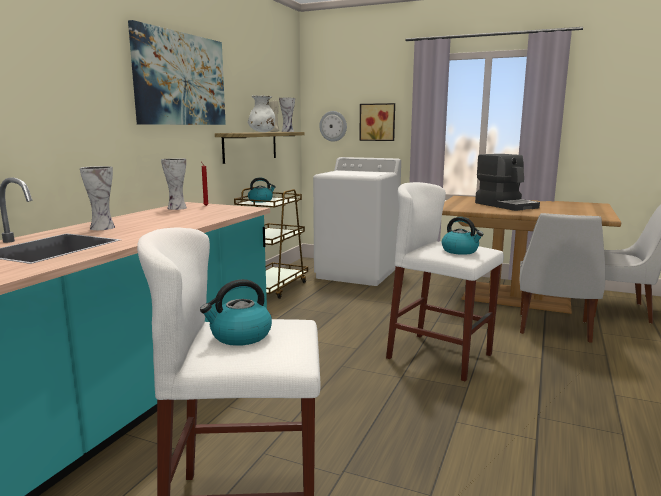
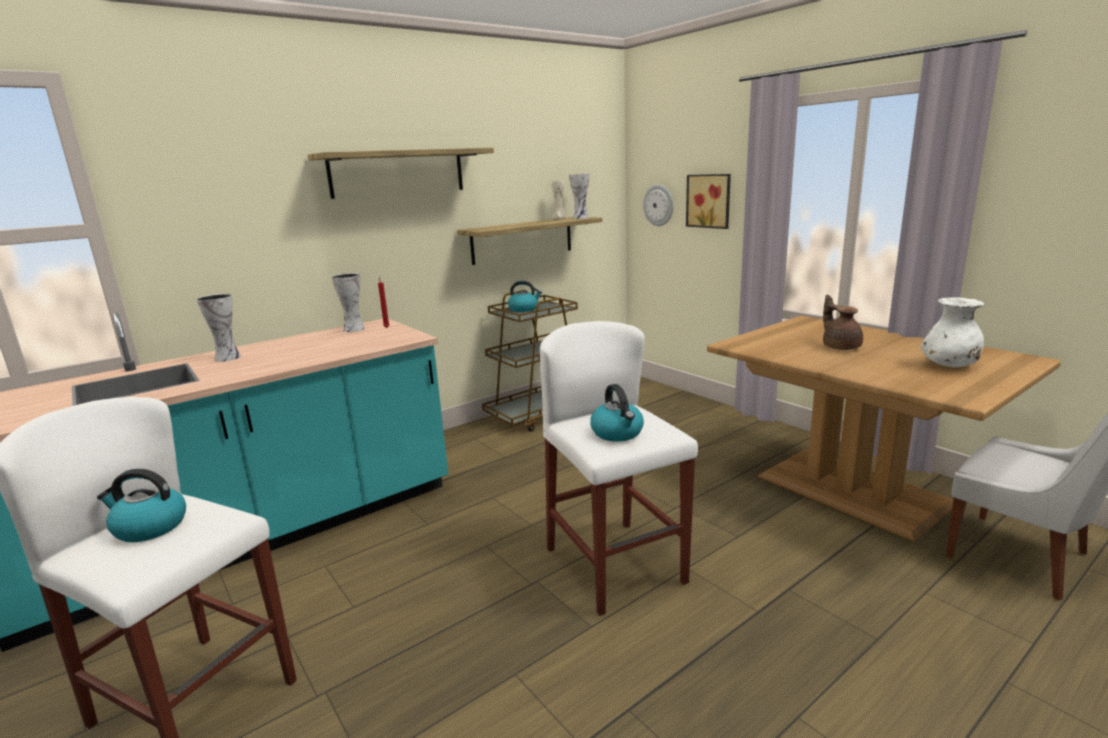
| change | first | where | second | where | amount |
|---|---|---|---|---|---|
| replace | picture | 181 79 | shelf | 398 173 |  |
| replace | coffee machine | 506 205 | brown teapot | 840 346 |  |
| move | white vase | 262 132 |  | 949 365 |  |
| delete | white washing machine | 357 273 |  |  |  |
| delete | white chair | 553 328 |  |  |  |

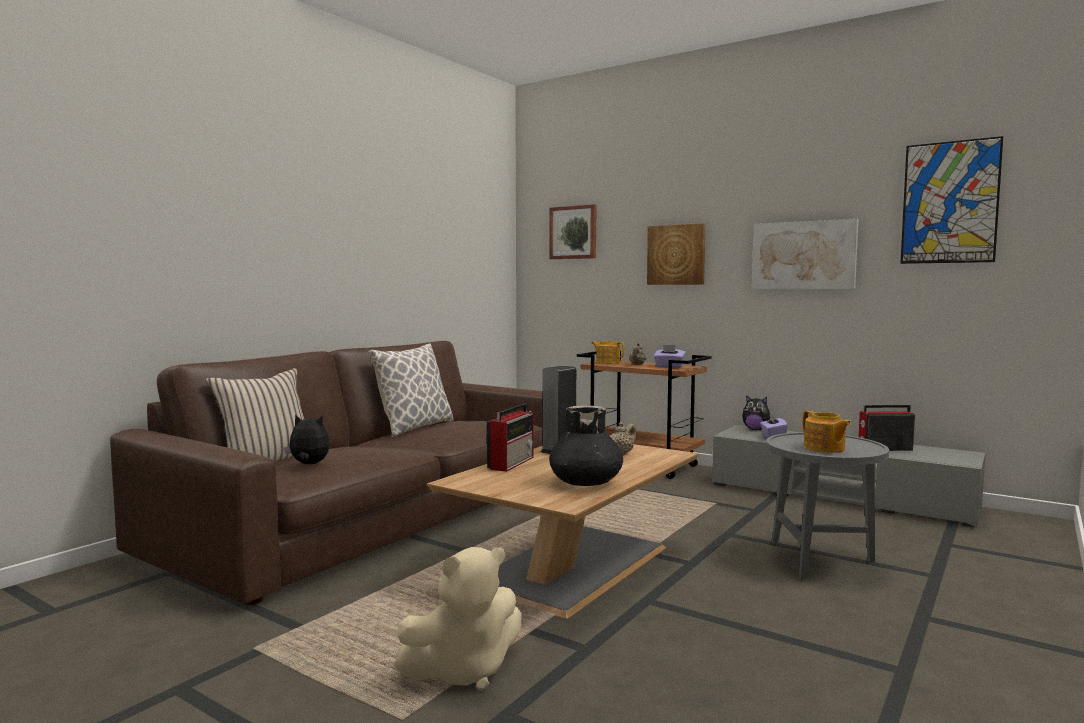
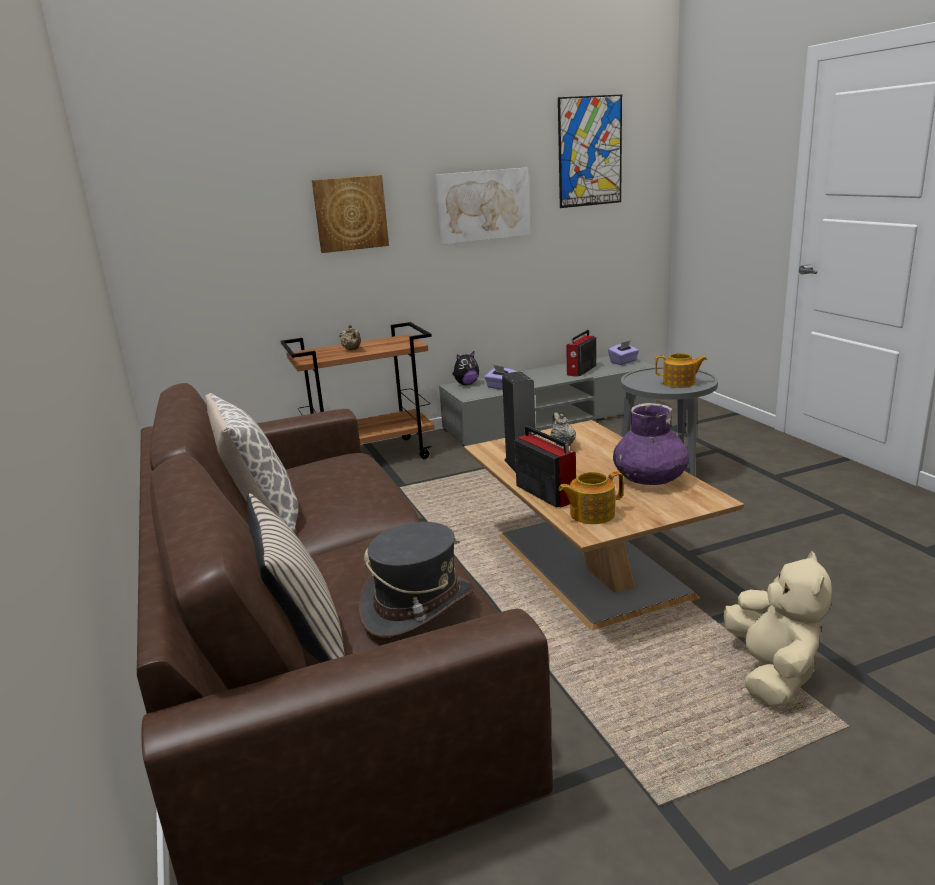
| change | first | where | second | where | amount |
|---|---|---|---|---|---|
| replace | plush toy | 308 464 | grey hat | 418 606 |  |
| move | teapot | 607 362 |  | 591 514 |  |
| move | purple tissue box | 669 367 |  | 623 362 |  |
| recolor | black vase | 586 482 | purple vase | 650 478 |  |
| delete | picture | 573 232 |  |  |  |

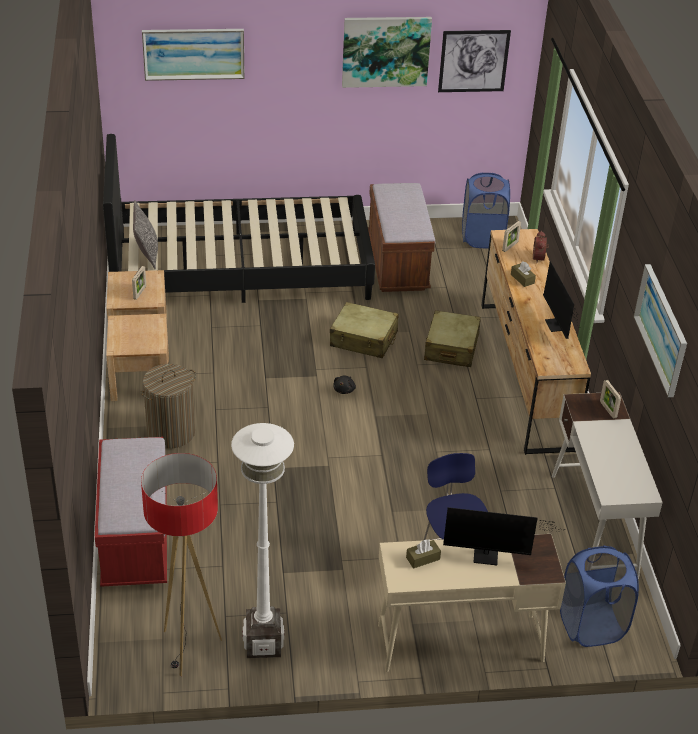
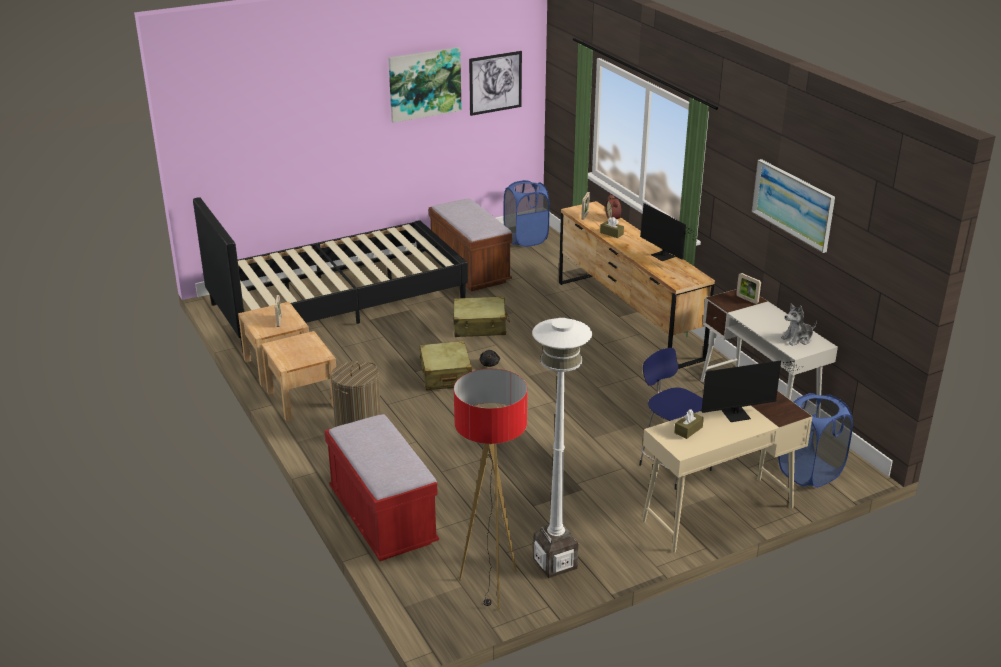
| change | first | where | second | where | amount |
|---|---|---|---|---|---|
| move | beige suitcase | 451 348 |  | 445 375 |  |
| insert |  |  | plush toy | 797 339 |  |
| delete | pillow | 147 254 |  |  |  |
| delete | picture | 193 53 |  |  |  |

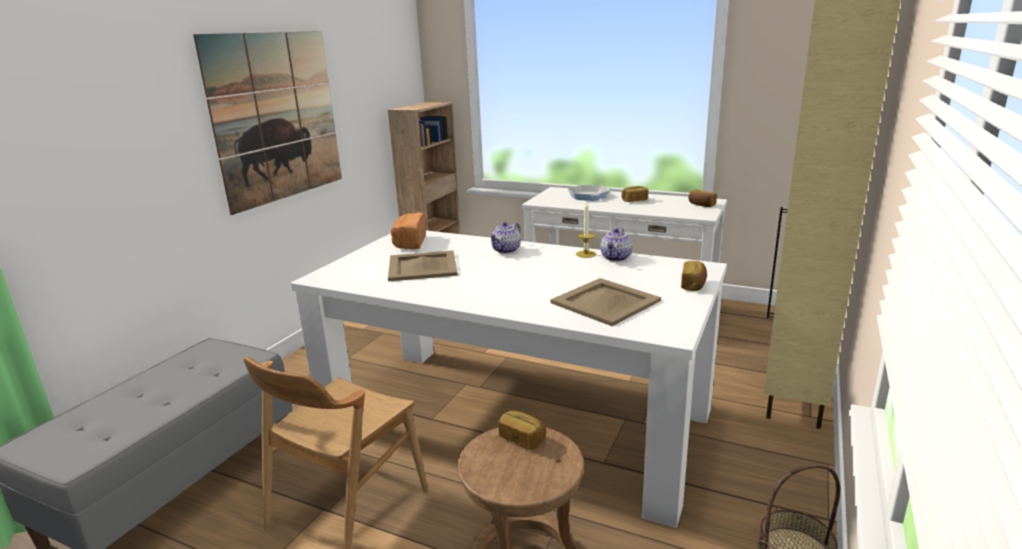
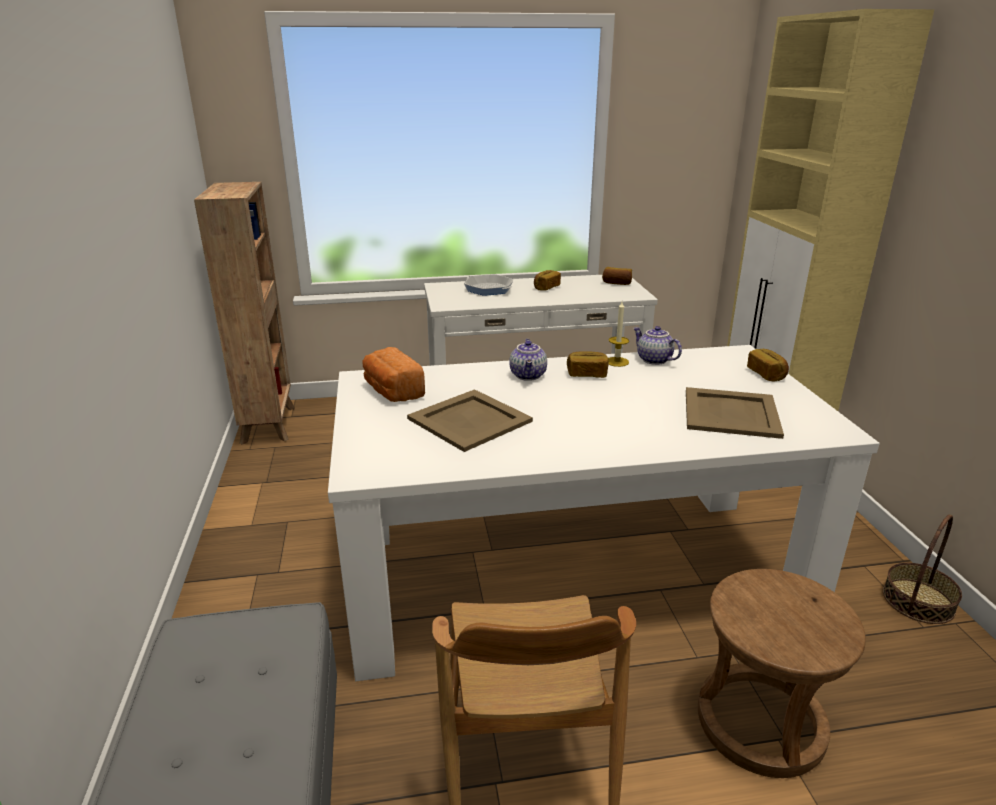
| change | first | where | second | where | amount |
|---|---|---|---|---|---|
| move | bread | 522 439 |  | 587 374 |  |
| rotate | teapot | 616 258 |  | 653 360 | 150 degrees clockwise |
| delete | picture | 277 117 |  |  |  |

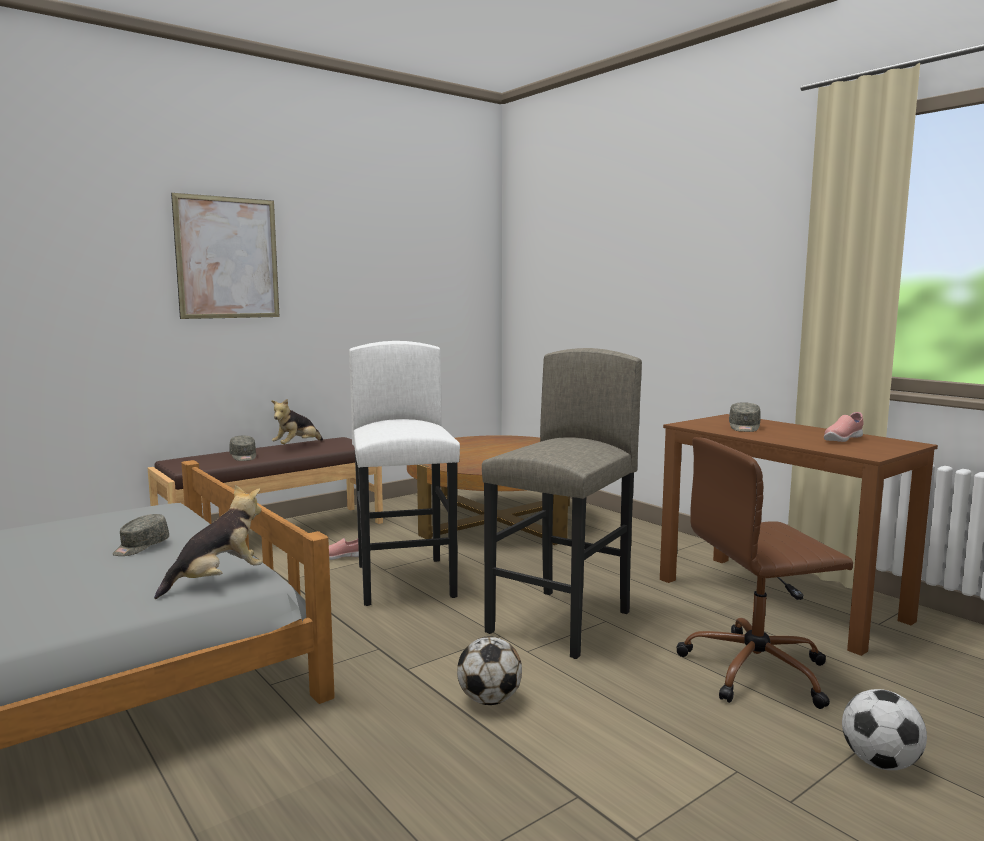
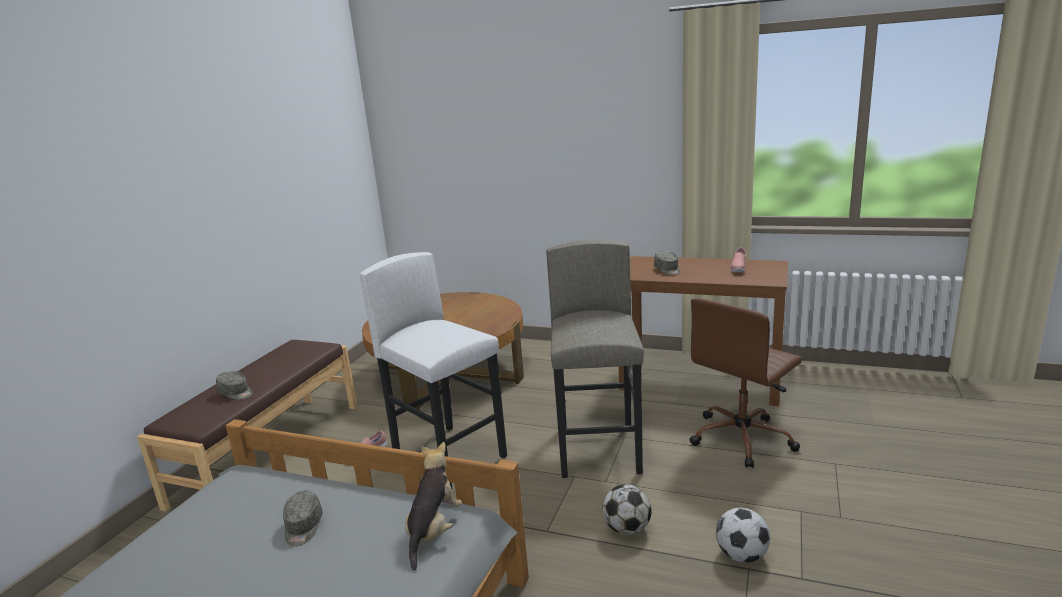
| change | first | where | second | where | amount |
|---|---|---|---|---|---|
| move | football | 880 763 |  | 741 555 |  |
| delete | picture | 227 258 |  |  |  |
| delete | plush toy | 297 446 |  |  |  |

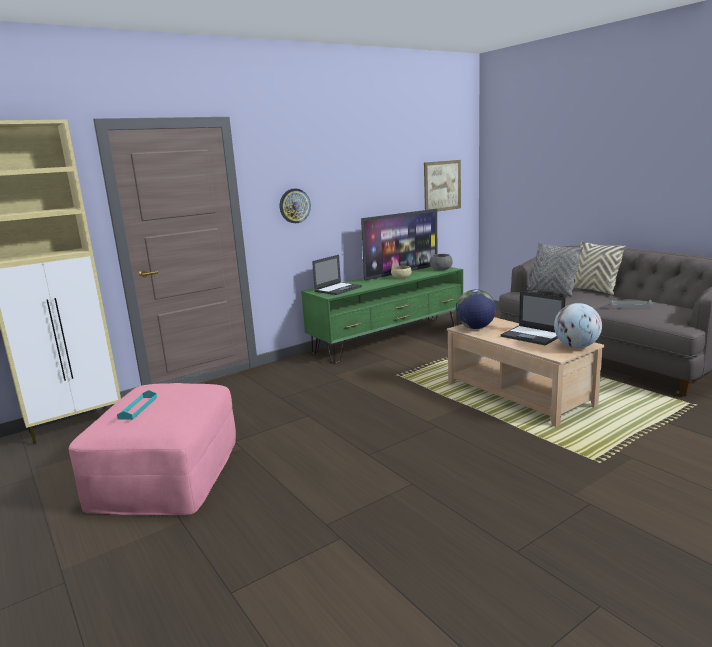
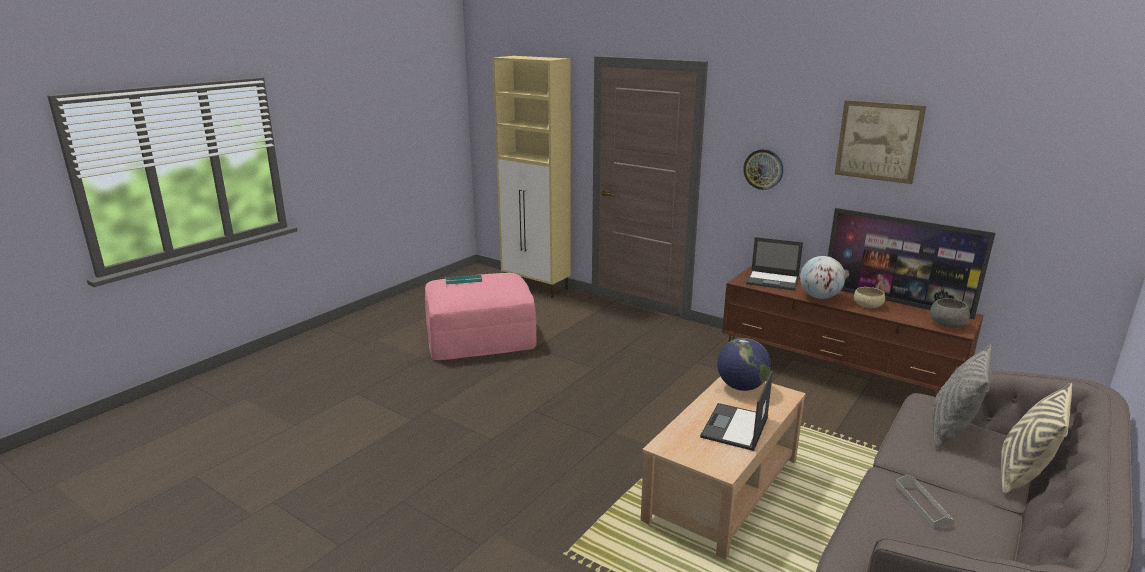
| change | first | where | second | where | amount |
|---|---|---|---|---|---|
| recolor | green tv stand | 389 339 | brown tv stand | 836 375 |  |
| move | globe | 576 347 |  | 819 297 |  |
| move | picture | 442 186 |  | 878 141 |  |

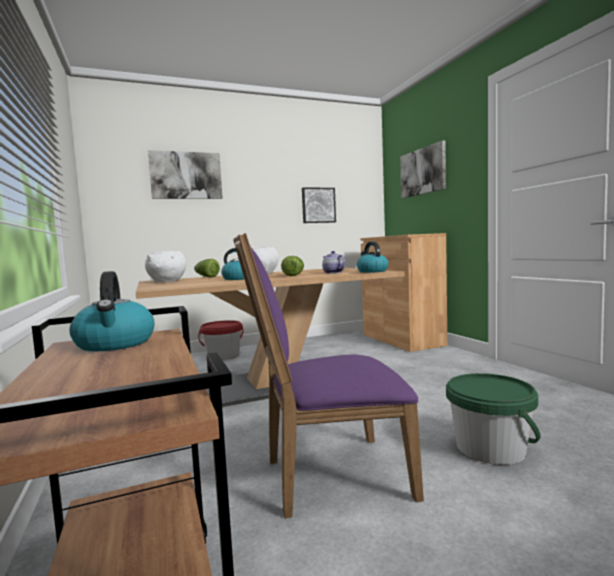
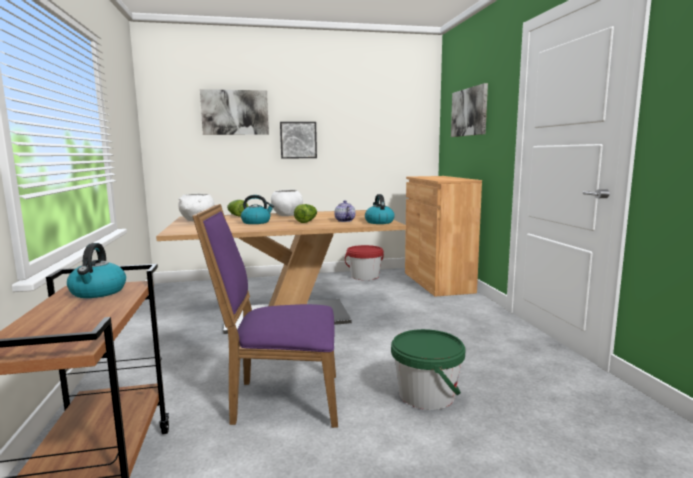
| change | first | where | second | where | amount |
|---|---|---|---|---|---|
| move | picture | 318 205 |  | 298 140 |  |
| move | red bucket | 223 355 |  | 364 276 |  |

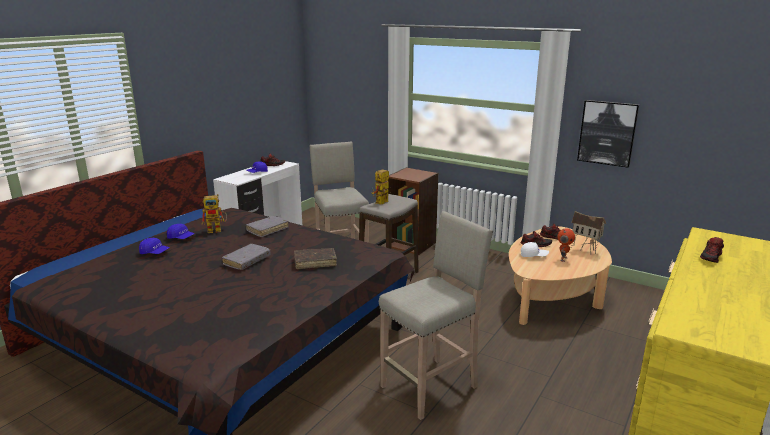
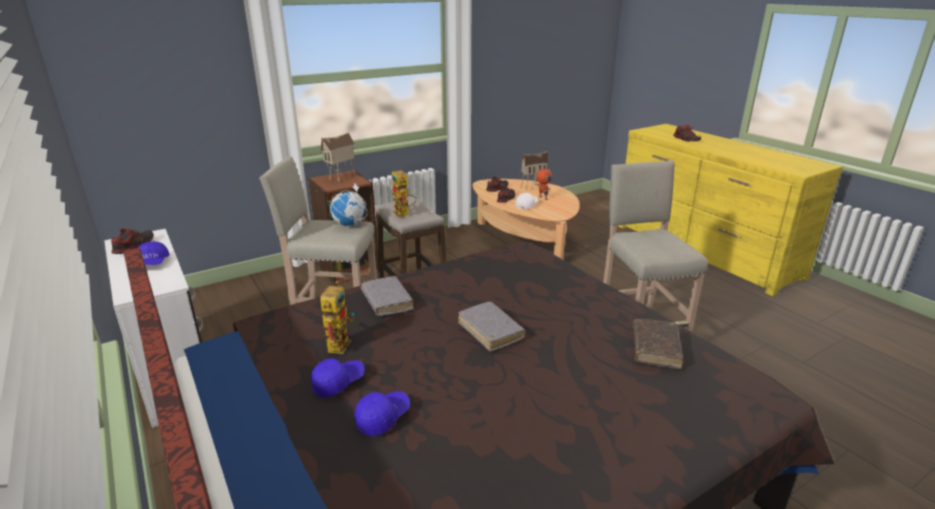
| change | first | where | second | where | amount |
|---|---|---|---|---|---|
| insert |  |  | toy house | 341 178 |  |
| insert |  |  | globe | 350 224 |  |
| move | brown book | 315 262 |  | 655 349 |  |
| delete | picture | 607 133 |  |  |  |

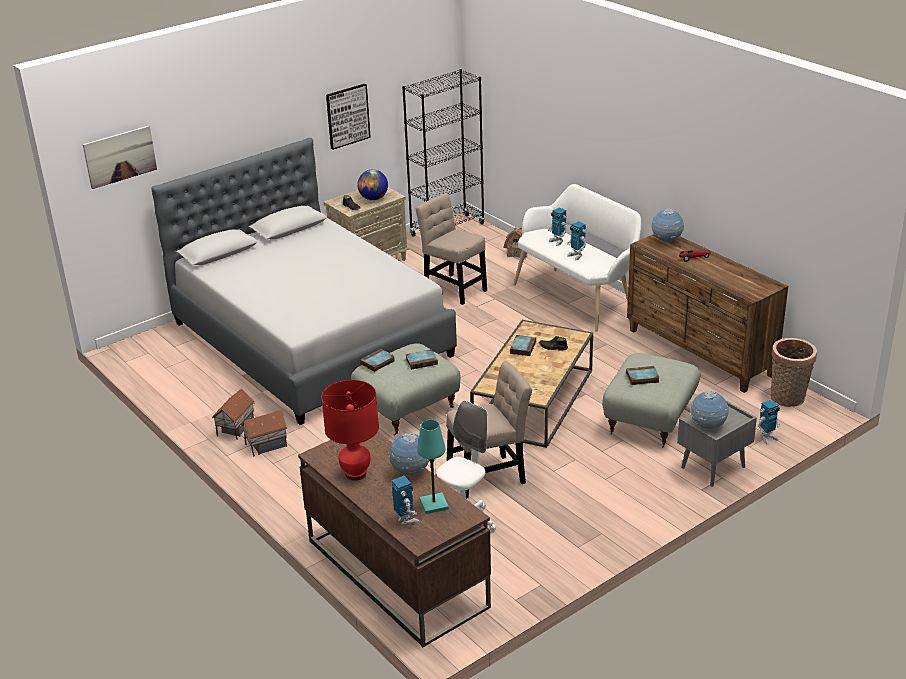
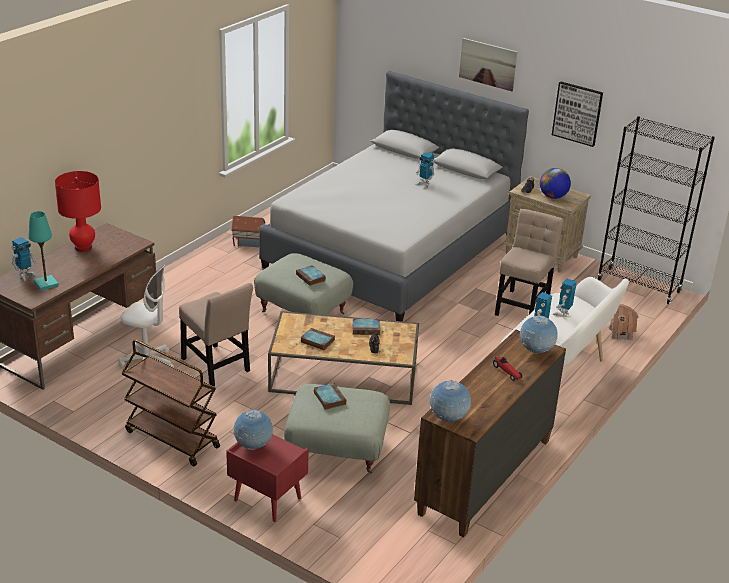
| change | first | where | second | where | amount |
|---|---|---|---|---|---|
| insert |  |  | brown cart | 171 439 |  |
| recolor | grey nightstand | 713 468 | red nightstand | 266 499 |  |
| move | book | 377 363 |  | 316 341 |  |
| move | toy robot | 767 438 |  | 424 184 |  |
| move | globe | 410 472 |  | 448 419 |  |
| move | picture | 120 156 |  | 488 64 |  |
| delete | toy house | 266 445 |  |  |  |
| delete | basket | 788 399 |  |  |  |

